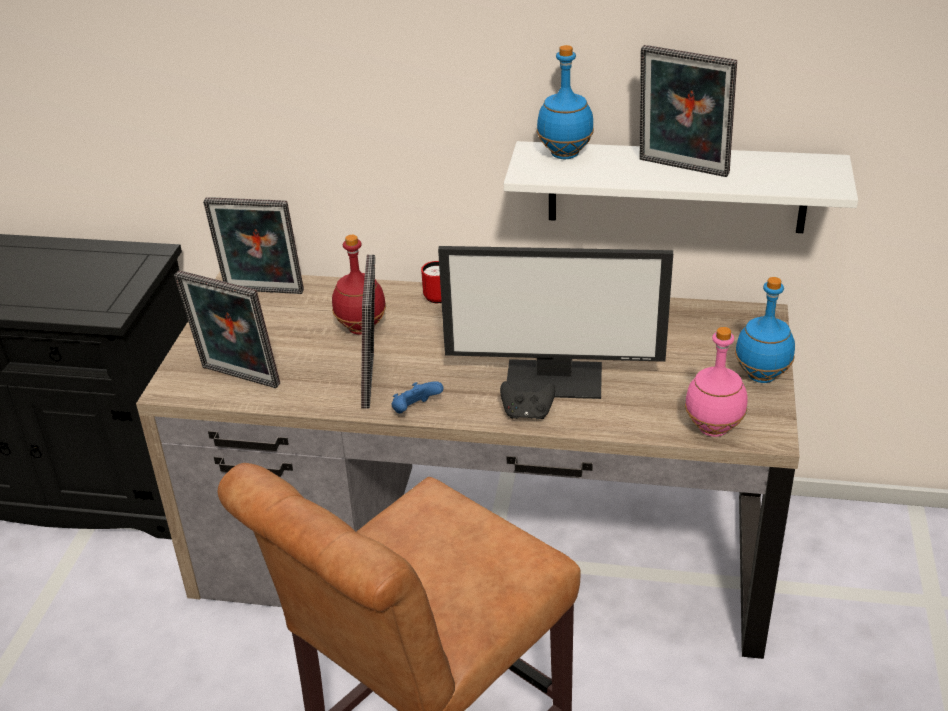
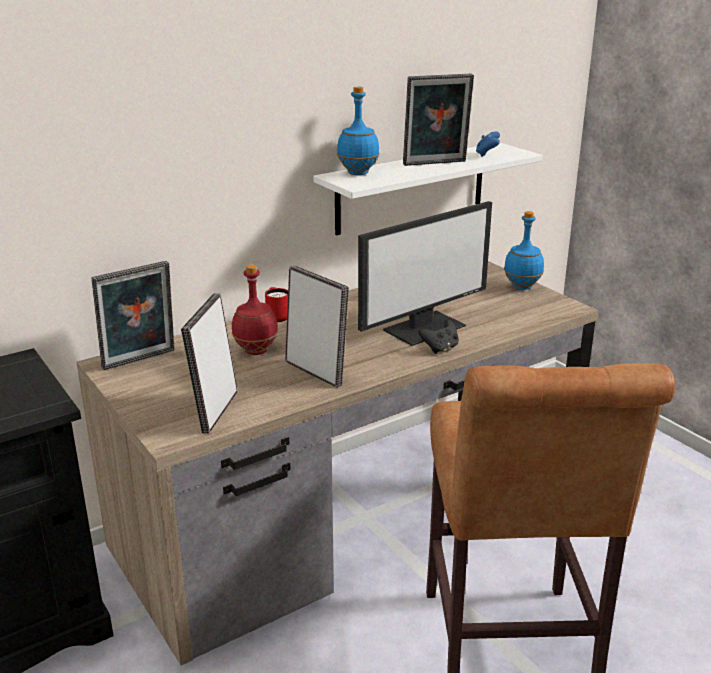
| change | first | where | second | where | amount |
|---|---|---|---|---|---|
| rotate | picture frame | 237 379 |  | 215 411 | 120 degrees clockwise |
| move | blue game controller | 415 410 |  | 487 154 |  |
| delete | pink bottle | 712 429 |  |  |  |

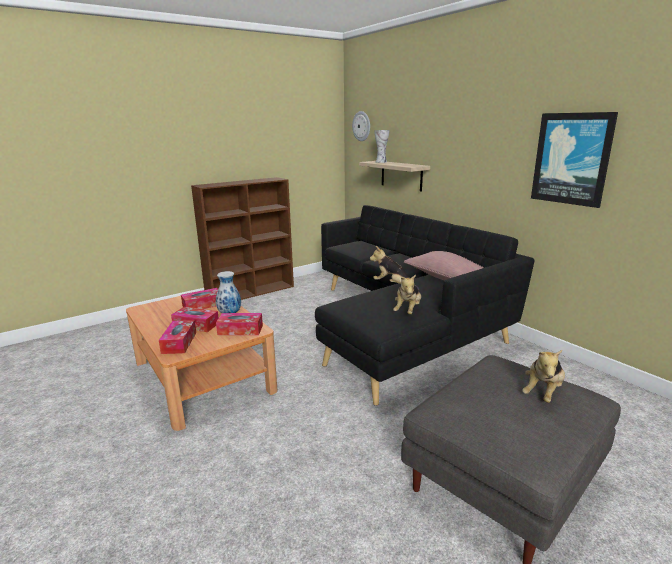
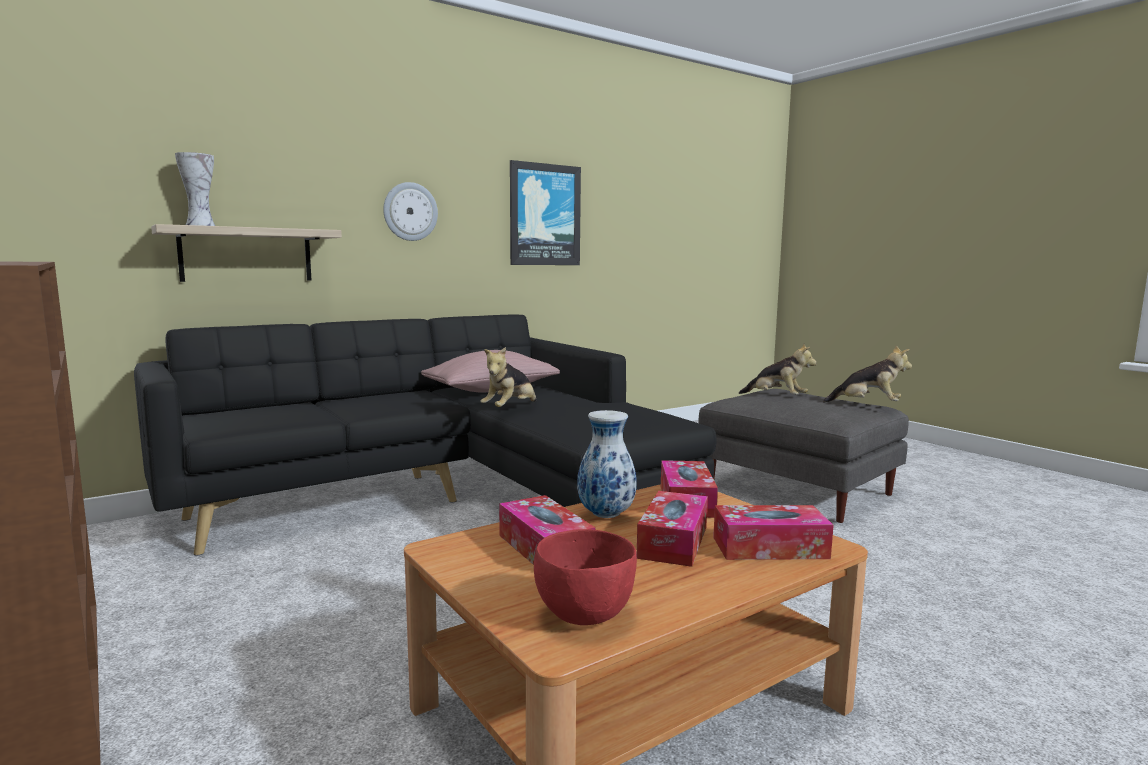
| change | first | where | second | where | amount |
|---|---|---|---|---|---|
| move | wall clock | 362 126 |  | 410 211 |  |
| insert |  |  | red bowl | 584 615 |  |
| move | plush toy | 407 311 |  | 867 405 |  |

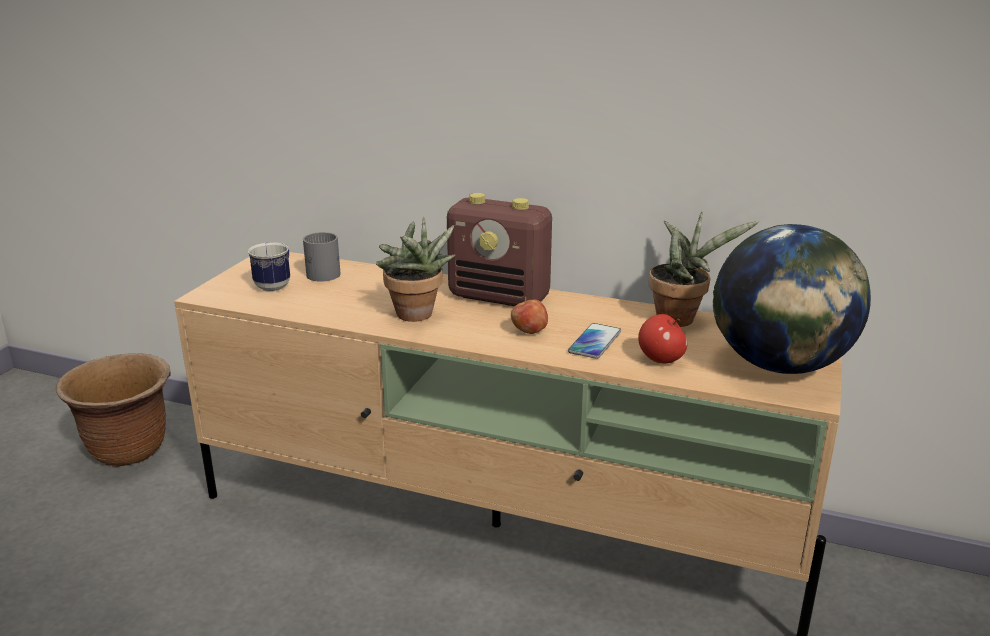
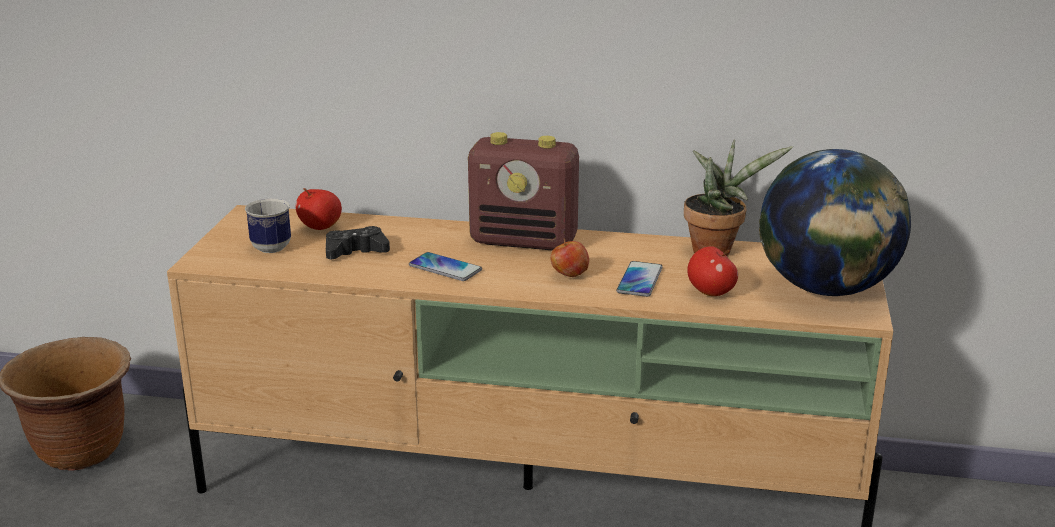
| change | first | where | second | where | amount |
|---|---|---|---|---|---|
| replace | grey mug | 323 272 | apple | 320 227 |  |
| insert |  |  | black game controller | 355 251 |  |
| replace | potted plant | 416 316 | phone | 445 268 |  |

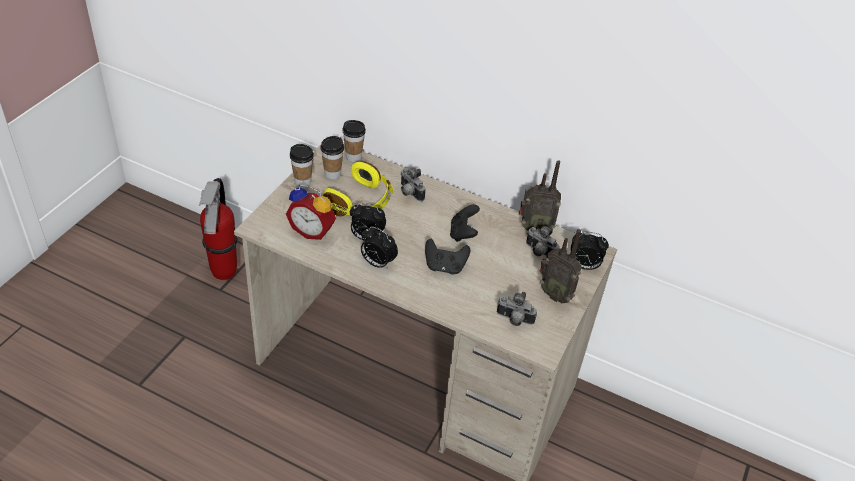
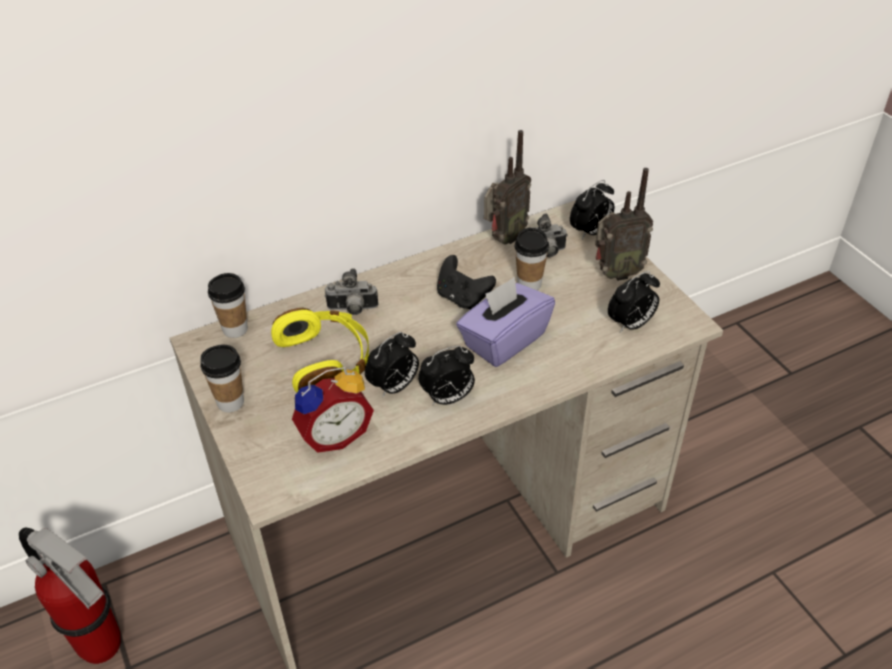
| change | first | where | second | where | amount |
|---|---|---|---|---|---|
| replace | black game controller | 444 267 | purple tissue box | 504 340 |  |
| move | cup | 332 174 |  | 529 284 |  |
| replace | photo camera | 514 320 | alarm clock | 630 324 |  |

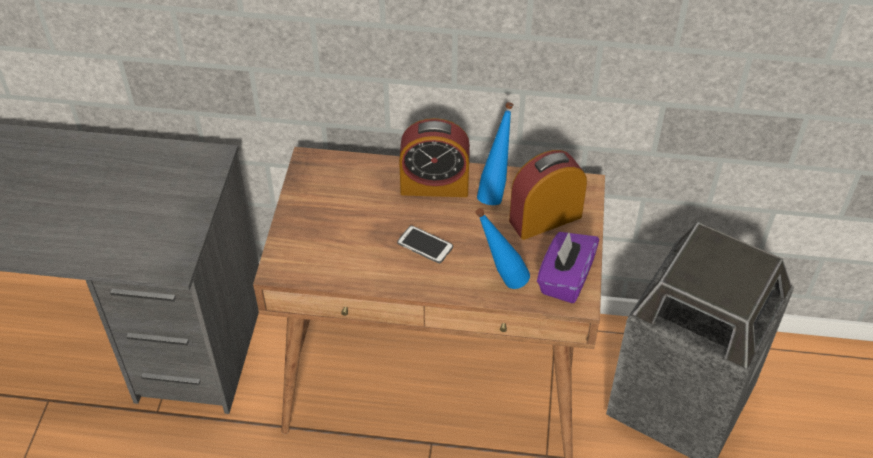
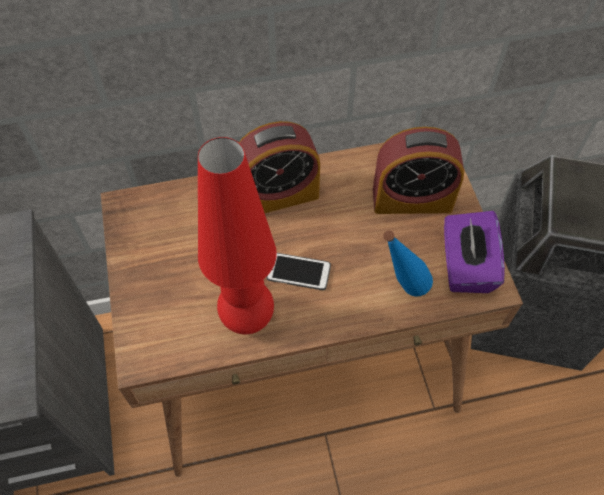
| change | first | where | second | where | amount |
|---|---|---|---|---|---|
| insert |  |  | red table lamp | 248 318 |  |
| rotate | alarm clock | 545 218 |  | 412 199 | 135 degrees counterclockwise |
| delete | blue bottle | 495 192 |  |  |  |

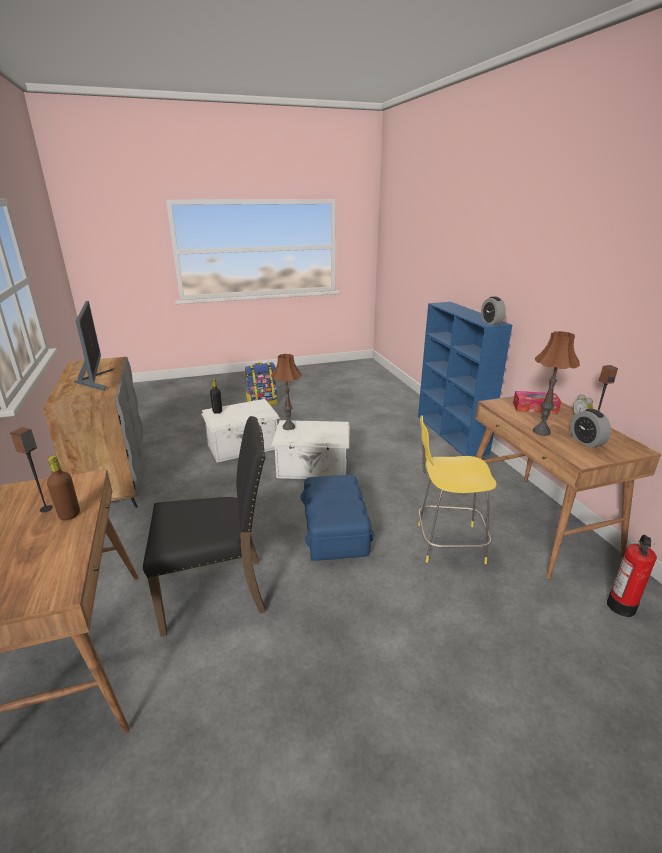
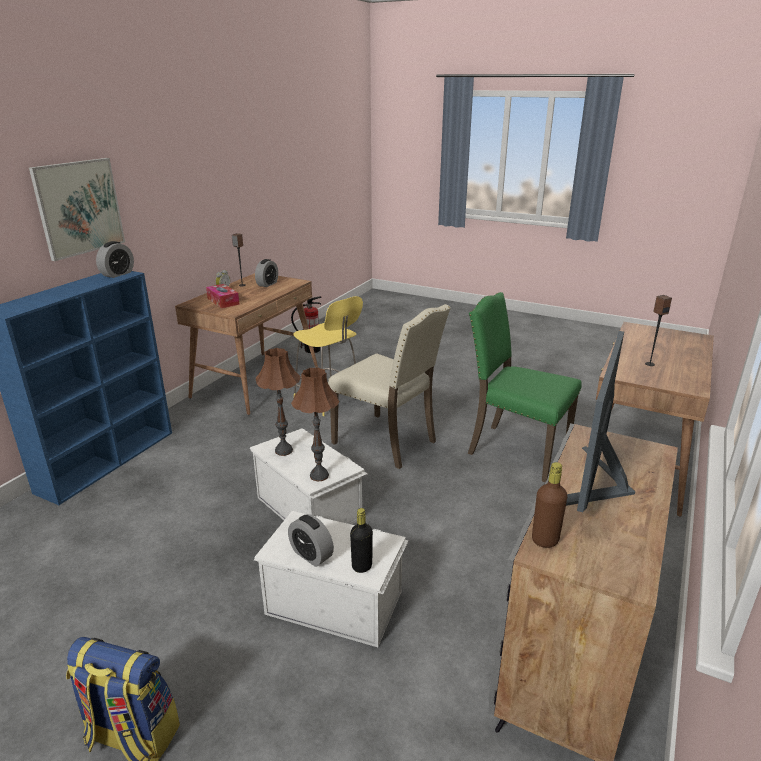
| change | first | where | second | where | amount |
|---|---|---|---|---|---|
| insert |  |  | picture | 79 207 |  |
| move | brown table lamp | 541 432 |  | 284 450 |  |
| insert |  |  | alarm clock | 311 555 |  |
| replace | blue storage box | 334 532 | beige chair | 387 442 |  |
| recolor | black chair | 217 591 | green chair | 515 450 |  |
| move | brown bottle | 69 515 |  | 545 540 |  |

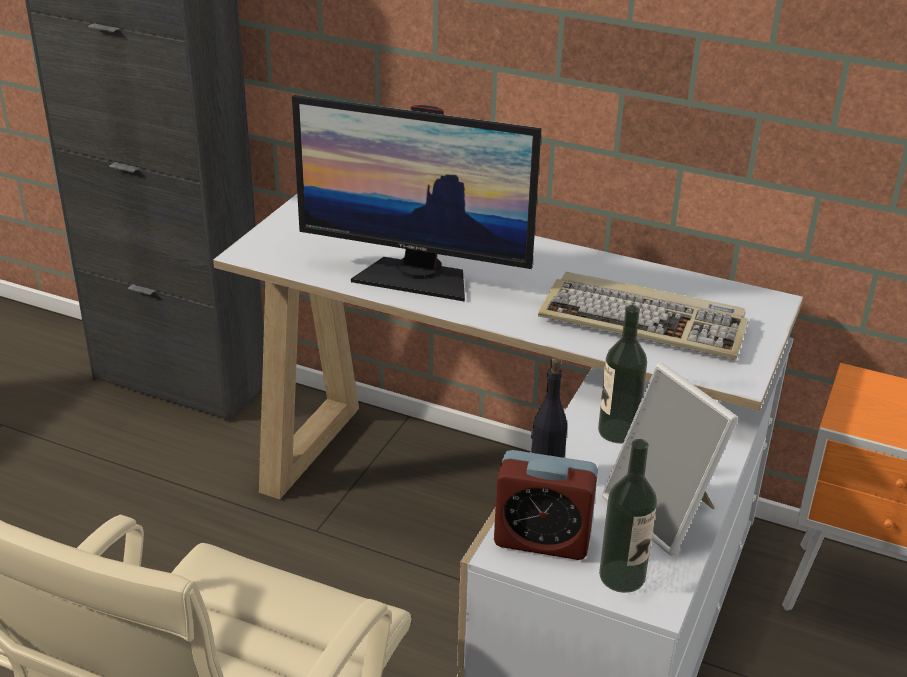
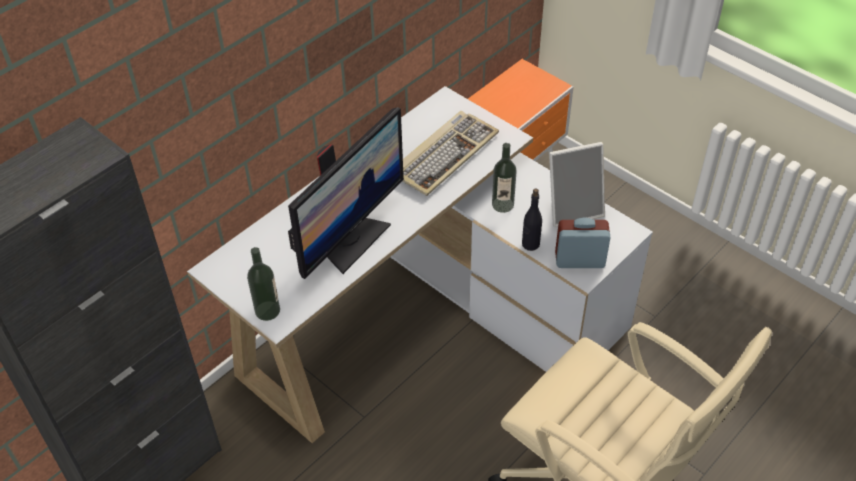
| change | first | where | second | where | amount |
|---|---|---|---|---|---|
| move | bottle | 622 576 |  | 267 310 |  |
| rotate | alarm clock | 542 540 |  | 579 260 | 120 degrees counterclockwise |

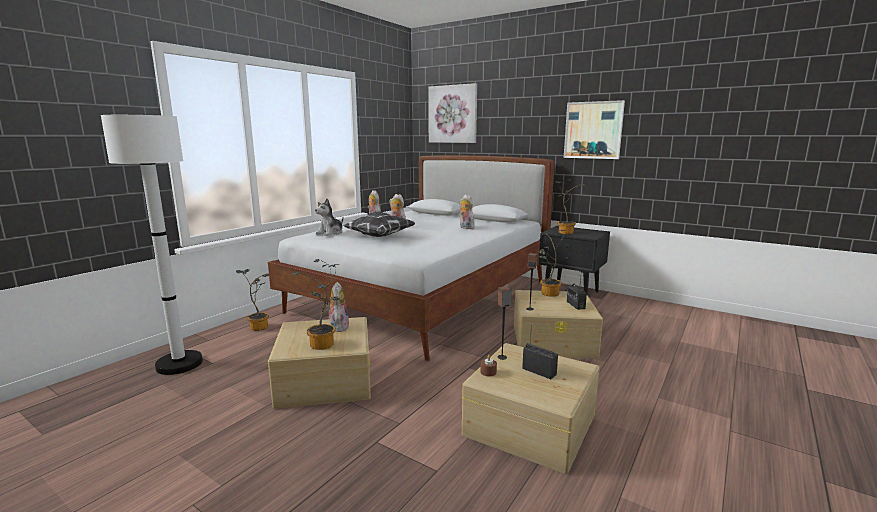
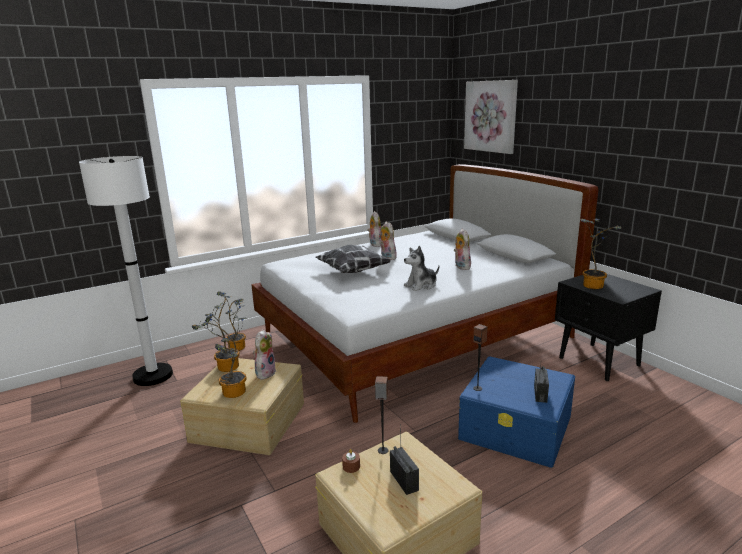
| change | first | where | second | where | amount |
|---|---|---|---|---|---|
| move | potted plant | 548 294 |  | 224 367 |  |
| move | plush toy | 330 233 |  | 421 285 |  |
| recolor | beige storage box | 553 340 | blue storage box | 516 427 |  |
| delete | picture | 593 130 |  |  |  |

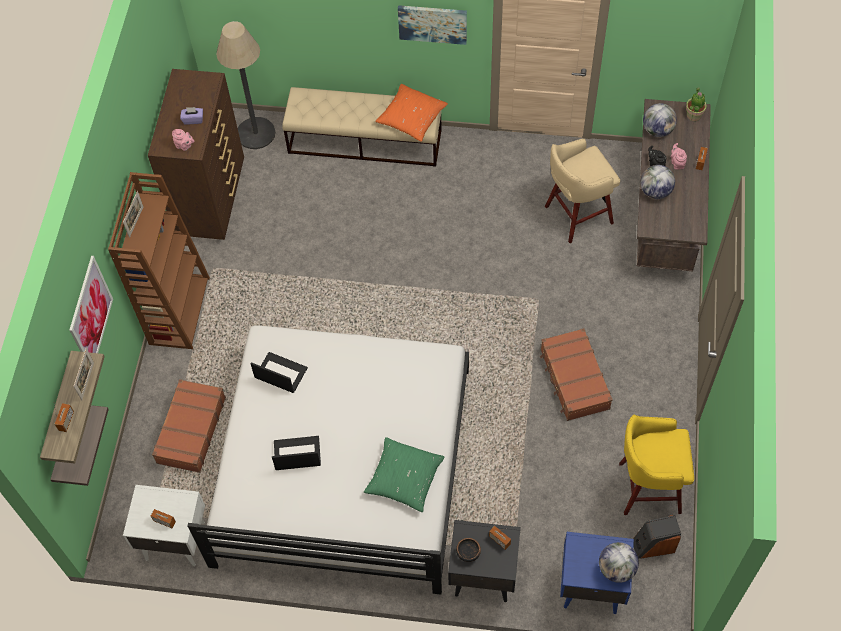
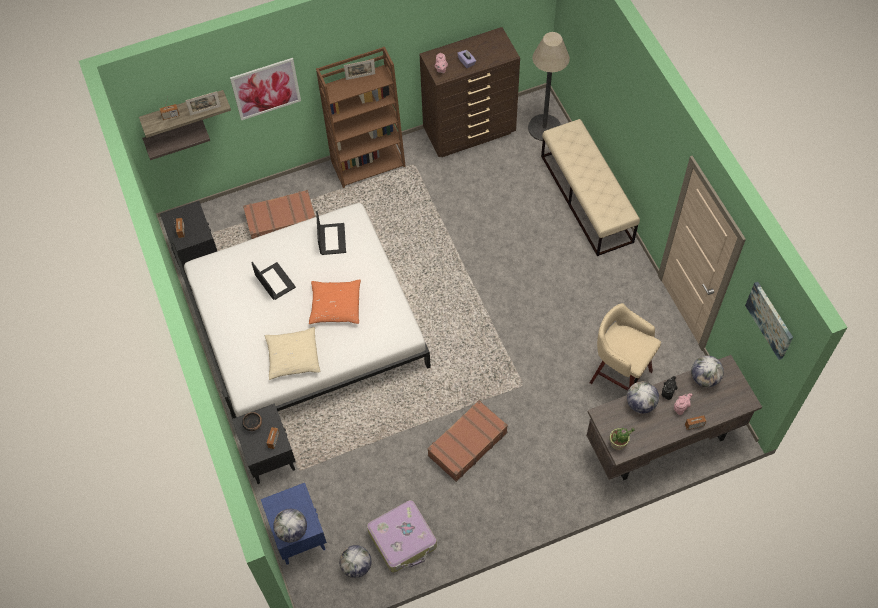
| change | first | where | second | where | amount |
|---|---|---|---|---|---|
| recolor | white nightstand | 174 540 | black nightstand | 197 256 |  |
| recolor | green pillow | 404 478 | beige pillow | 293 357 |  |
| move | orange pillow | 411 118 |  | 335 306 |  |
| replace | speaker | 653 545 | globe | 356 566 |  |
| replace | yellow stool | 647 487 | suitcase | 403 539 |  |
| move | potted plant | 694 115 |  | 618 443 |  |
| move | picture | 432 23 |  | 770 320 |  |

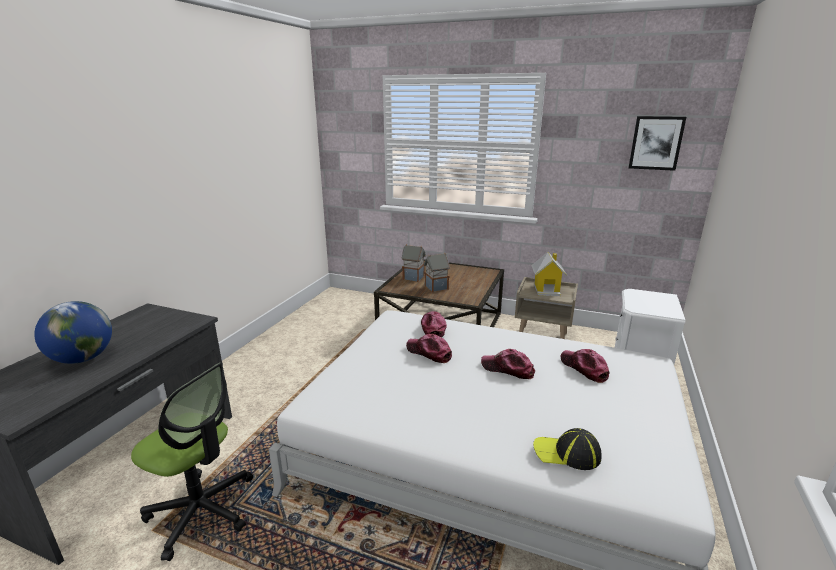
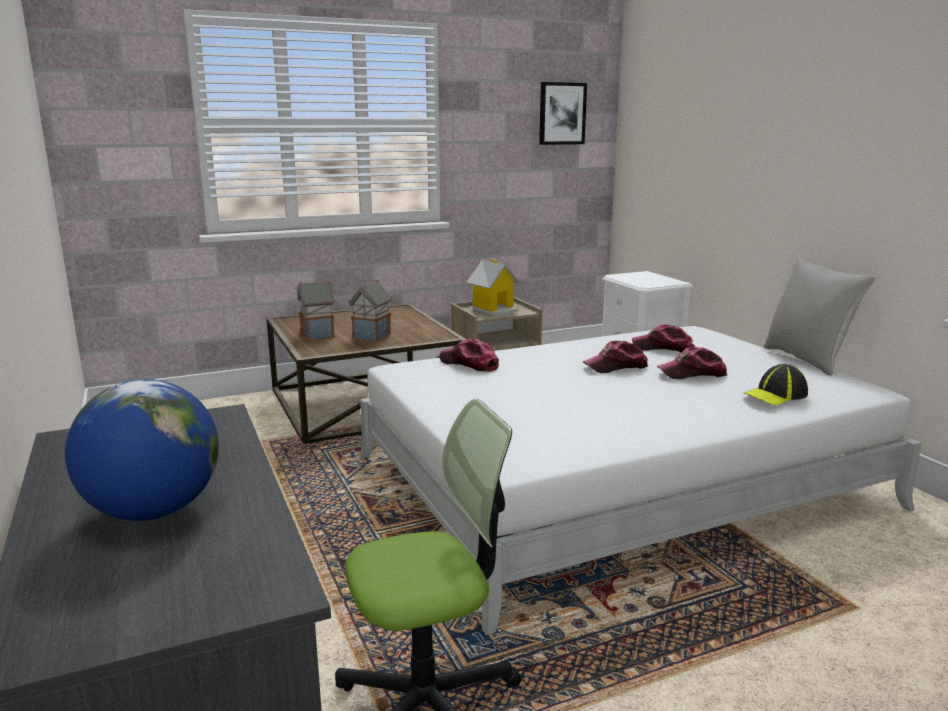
| change | first | where | second | where | amount |
|---|---|---|---|---|---|
| move | cap | 429 353 |  | 692 374 |  |
| insert |  |  | grey pillow | 807 360 |  |

